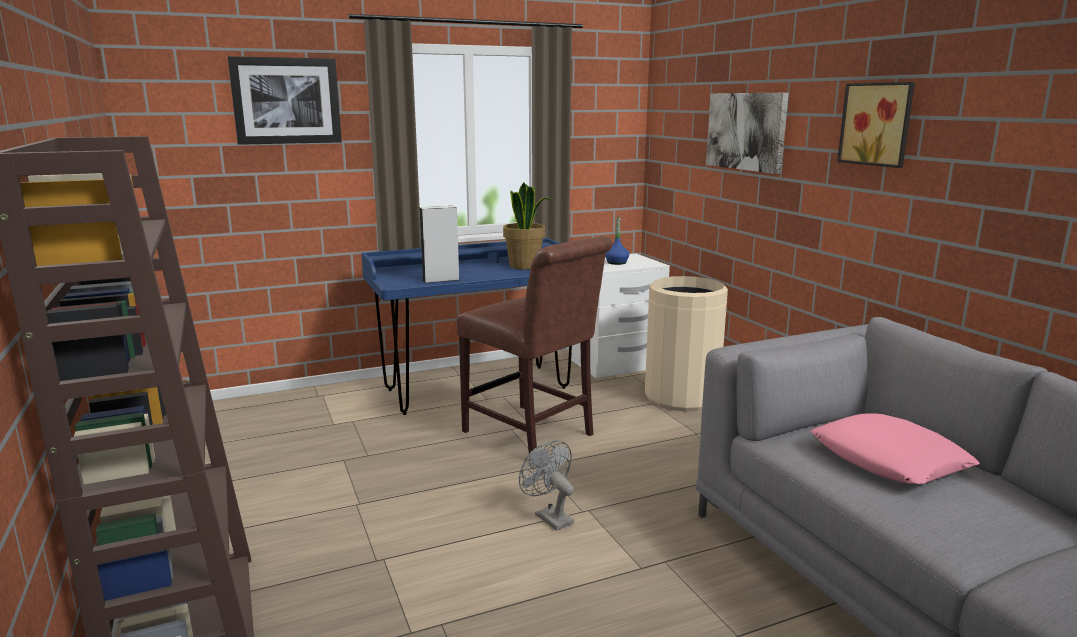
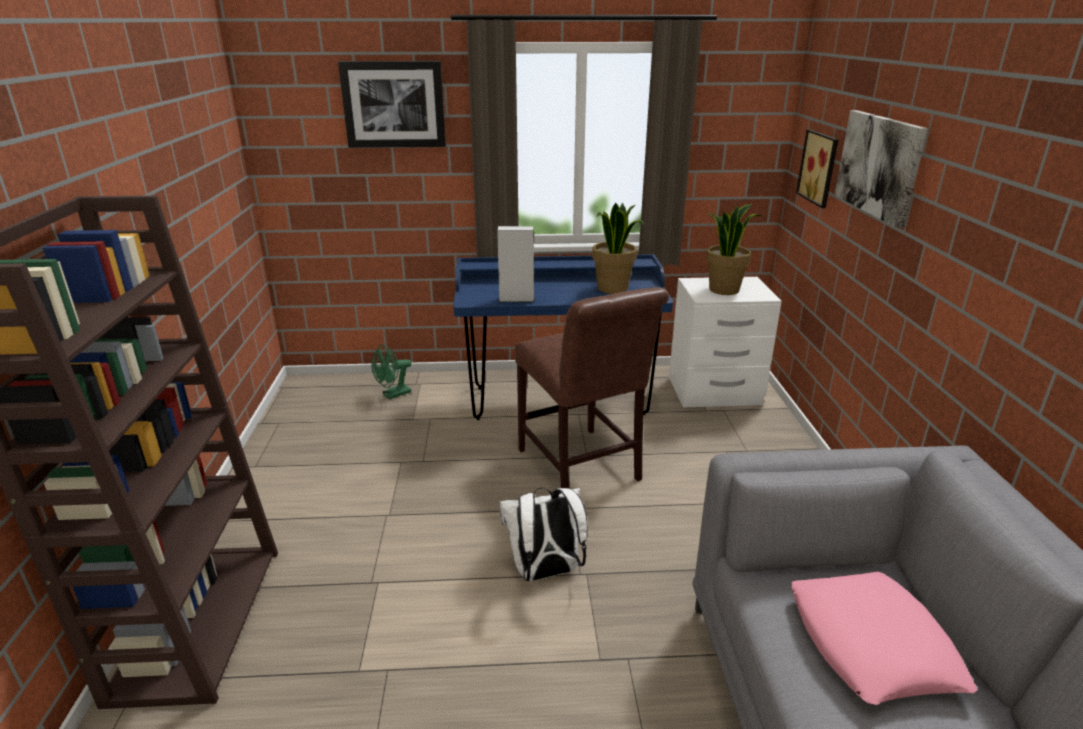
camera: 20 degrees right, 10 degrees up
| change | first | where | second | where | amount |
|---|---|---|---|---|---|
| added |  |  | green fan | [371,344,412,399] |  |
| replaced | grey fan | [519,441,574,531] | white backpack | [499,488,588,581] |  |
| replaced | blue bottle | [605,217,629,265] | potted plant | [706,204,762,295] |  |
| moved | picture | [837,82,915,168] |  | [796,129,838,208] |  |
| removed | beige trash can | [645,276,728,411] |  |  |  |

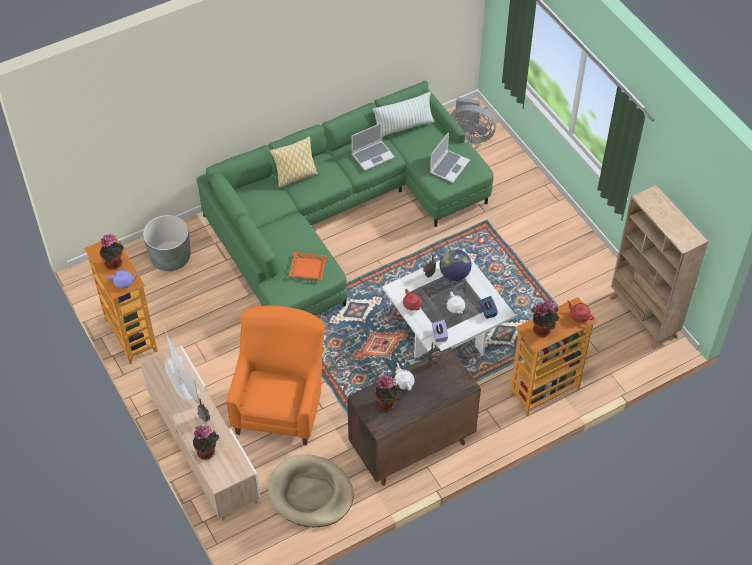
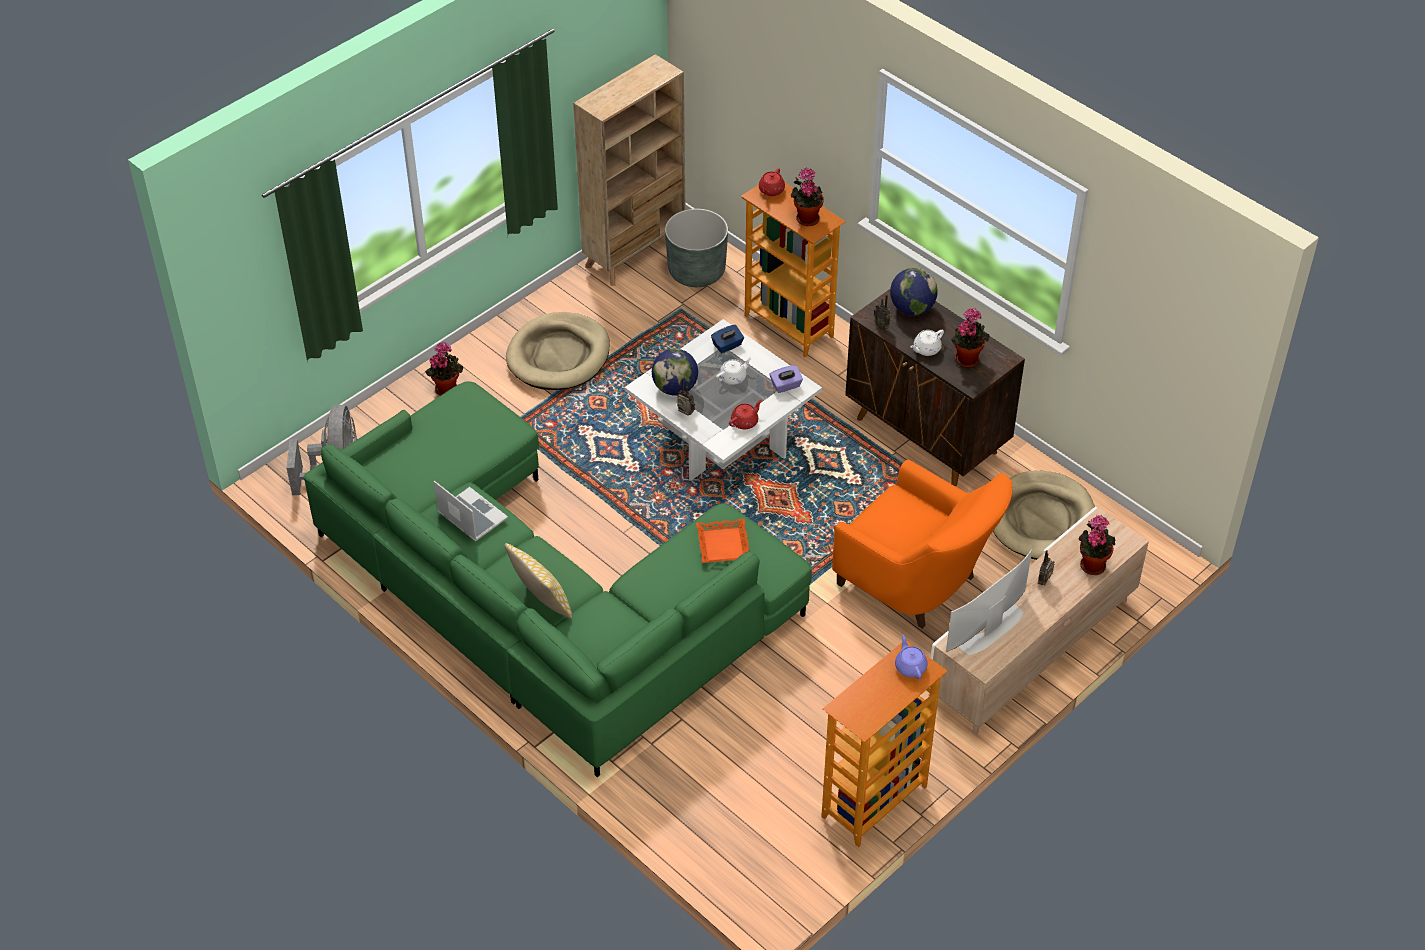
camera: 105 degrees left, 5 degrees down
| change | first | where | second | where | amount |
|---|---|---|---|---|---|
| moved | potted plant | [100,234,124,270] |  | [425,342,463,396] |  |
| added |  |  | beige dog bed | [506,312,610,390] |  |
| moved | grey planter | [143,215,191,271] |  | [665,209,728,287] |  |
| turned | orange armchair | [227,305,325,445] |  | [832,460,1013,629] | 135 degrees counterclockwise |
| added |  |  | globe | [890,268,938,315] |  |
| removed | pillow | [373,92,434,137] |  |  |  |
| removed | laptop | [430,132,470,183] |  |  |  |

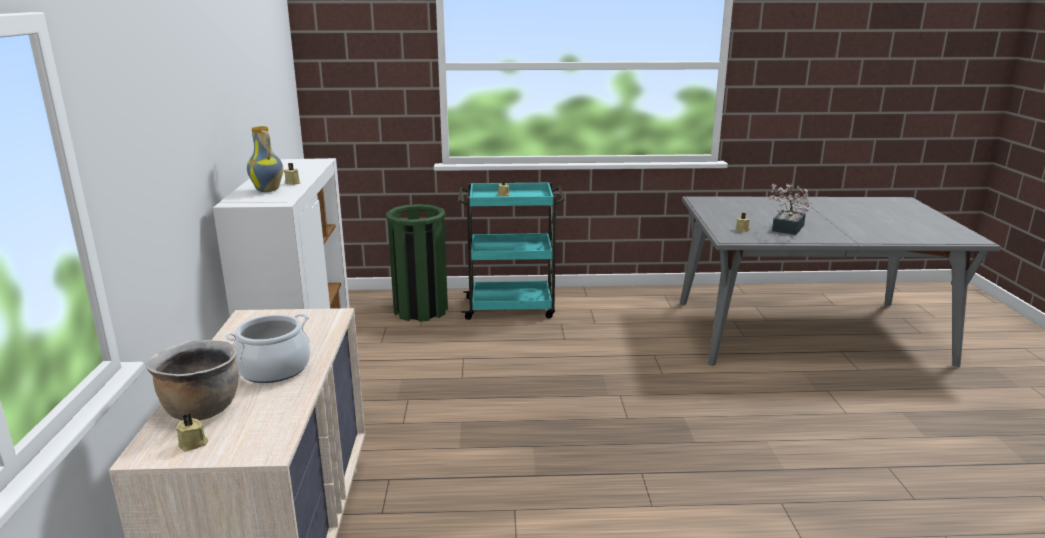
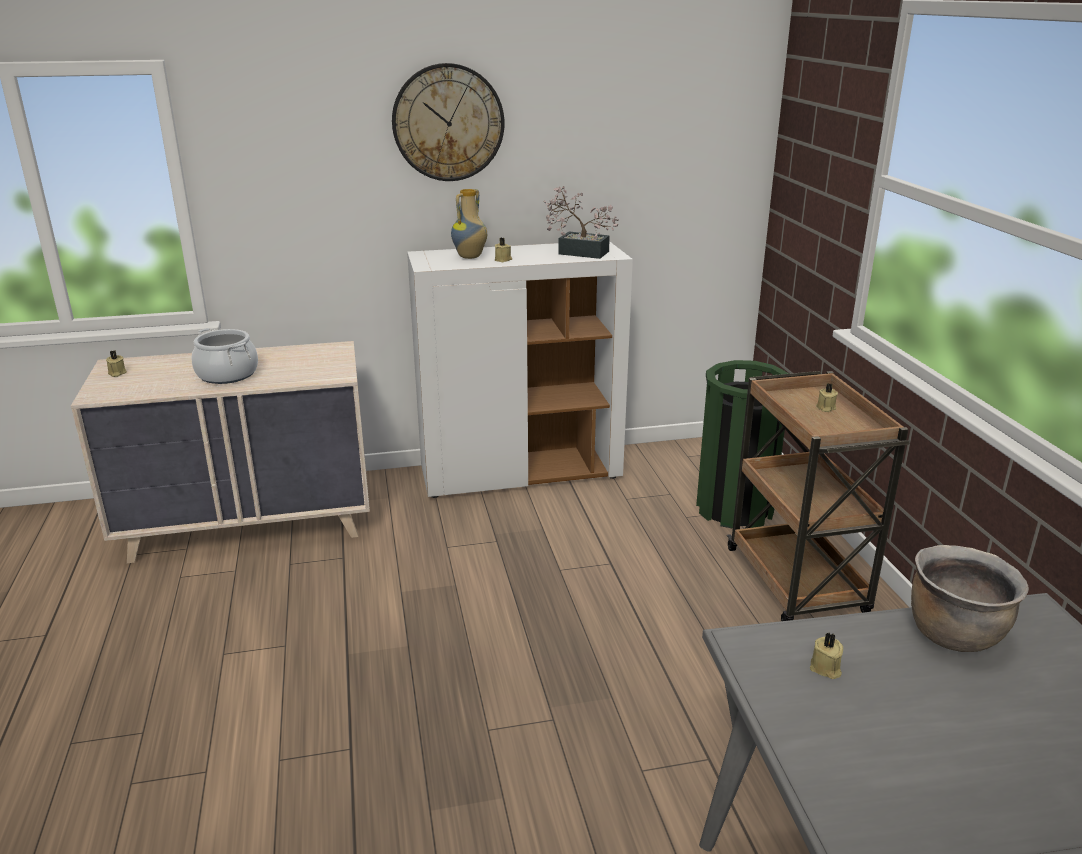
camera: 80 degrees right, 5 degrees up
| change | first | where | second | where | amount |
|---|---|---|---|---|---|
| added |  |  | wall clock | [392,63,504,181] |  |
| moved | potted plant | [768,183,813,235] |  | [544,186,618,259] |  |
| recoloured | turquoise cart | [458,182,565,320] | brown cart | [727,371,910,621] |  |
| moved | brown cooking pot | [146,340,239,421] |  | [911,545,1029,652] |  |

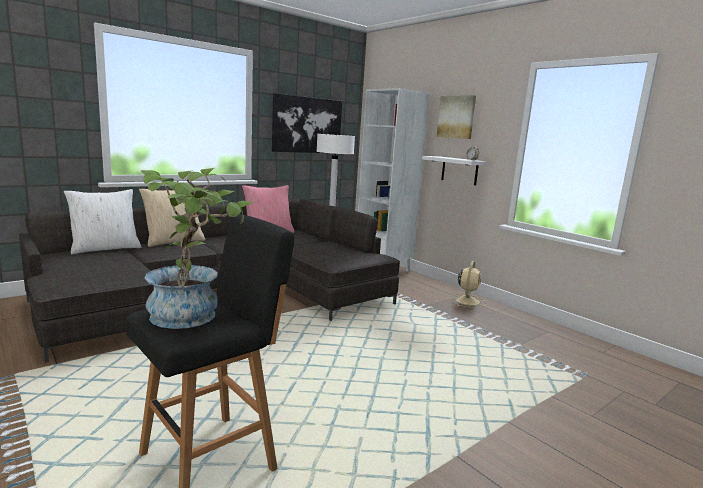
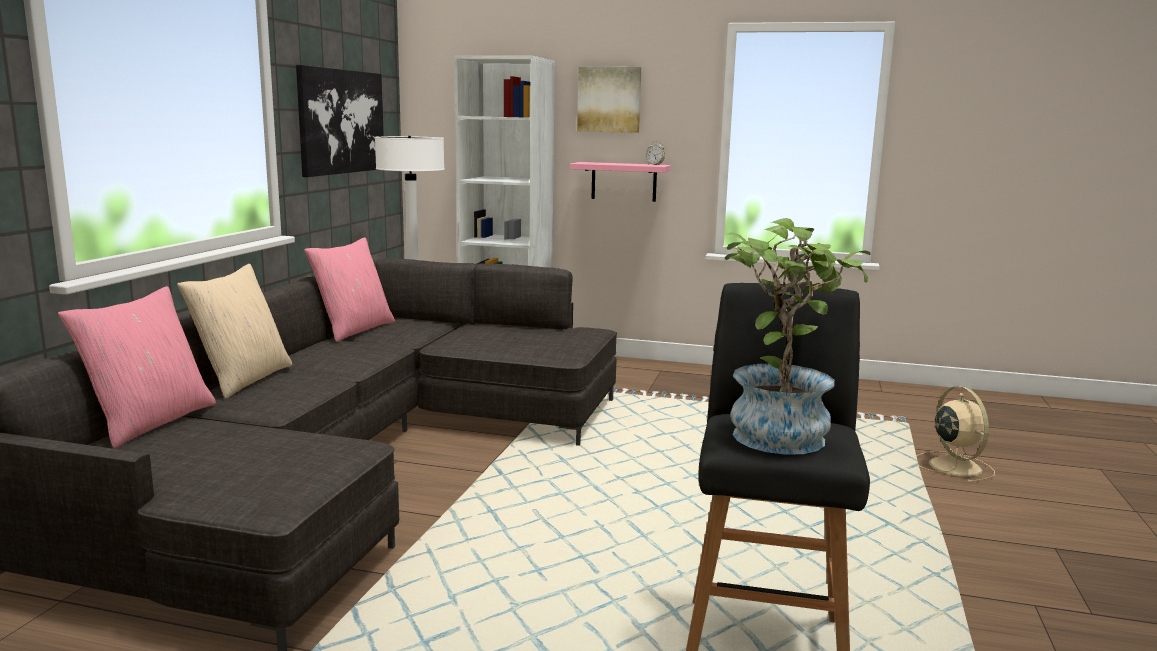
camera: 35 degrees left, 0 degrees up
| change | first | where | second | where | amount |
|---|---|---|---|---|---|
| recoloured | white pillow | [64,189,141,254] | pink pillow | [58,286,216,449] |  |
| recoloured | white shelf | [422,156,487,185] | pink shelf | [570,162,671,202] |  |
| moved | beige fan | [450,261,486,308] |  | [915,386,995,483] |  |

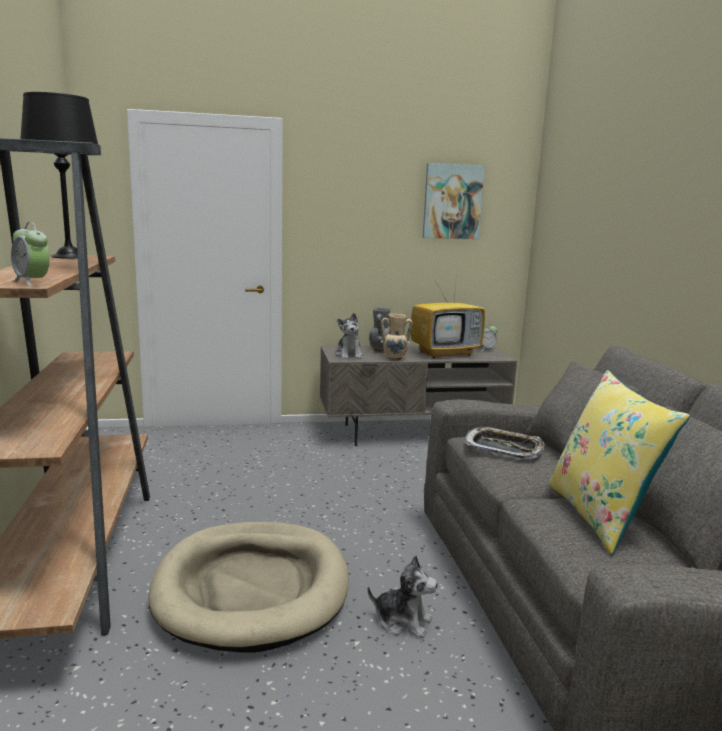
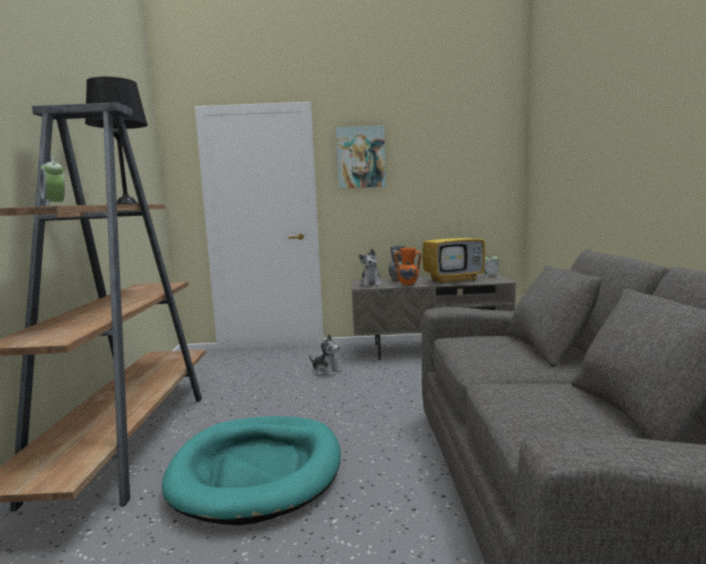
camera: 10 degrees right, 5 degrees down
| change | first | where | second | where | amount |
|---|---|---|---|---|---|
| recoloured | beige dog bed | [148,522,349,653] | turquoise dog bed | [162,416,341,525] |  |
| moved | plush toy | [368,555,437,638] |  | [309,334,342,376] |  |
| moved | picture | [423,163,485,239] |  | [336,125,386,189] |  |
| recoloured | beige vase | [381,313,413,360] | orange vase | [395,248,421,286] |  |
| removed | tray | [465,427,545,459] |  |  |  |
| removed | yellow pillow | [548,370,690,555] |  |  |  |

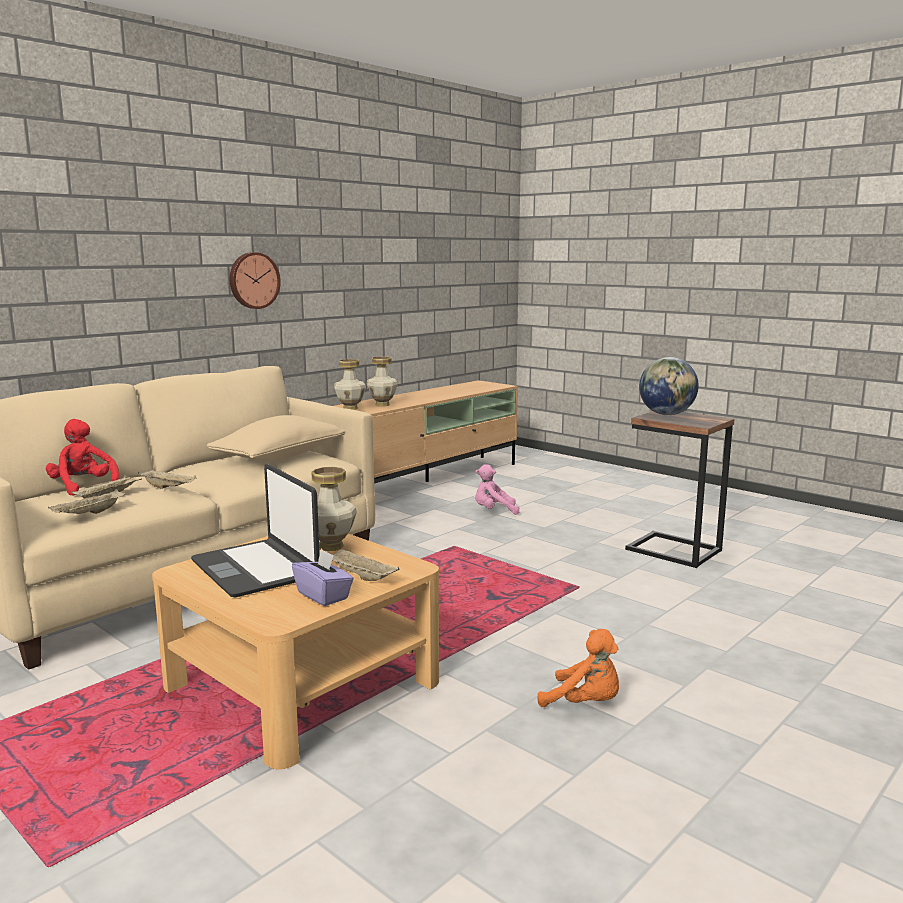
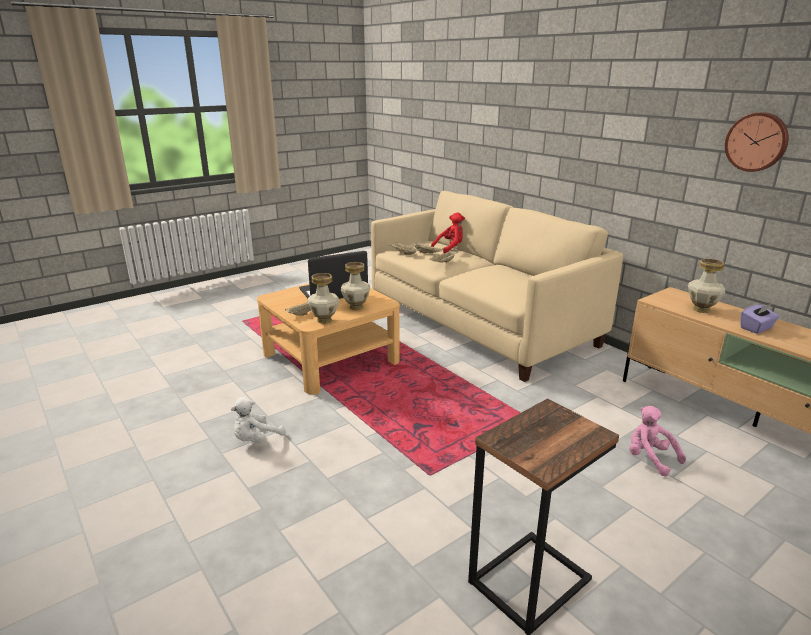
camera: 100 degrees right, 10 degrees up
| change | first | where | second | where | amount |
|---|---|---|---|---|---|
| recoloured | orange plush toy | [537,629,619,707] | white plush toy | [231,397,285,444] |  |
| moved | vase | [334,359,366,410] |  | [307,273,339,324] |  |
| turned | pink plush toy | [475,464,519,515] |  | [629,406,686,477] | 45 degrees counterclockwise |
| moved | wall clock | [230,252,281,309] |  | [725,112,789,172] |  |
| moved | purple tissue box | [292,549,354,606] |  | [740,304,780,334] |  |
| removed | beige pillow | [207,415,345,461] |  |  |  |
| removed | globe | [639,357,699,415] |  |  |  |

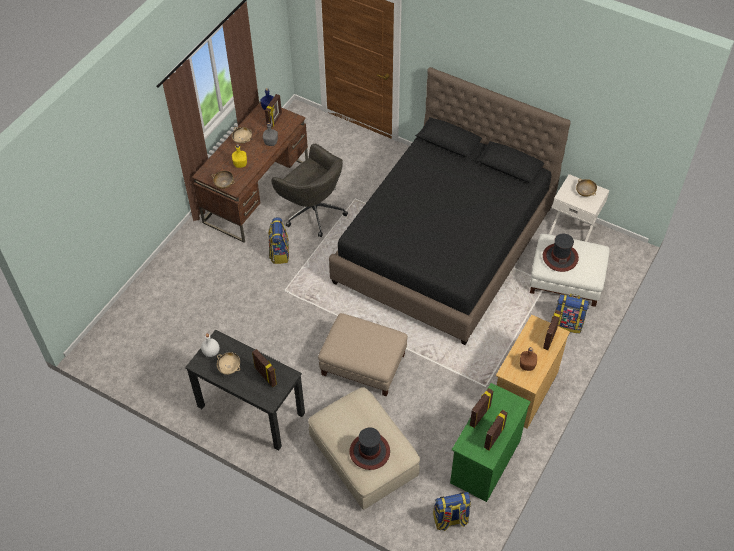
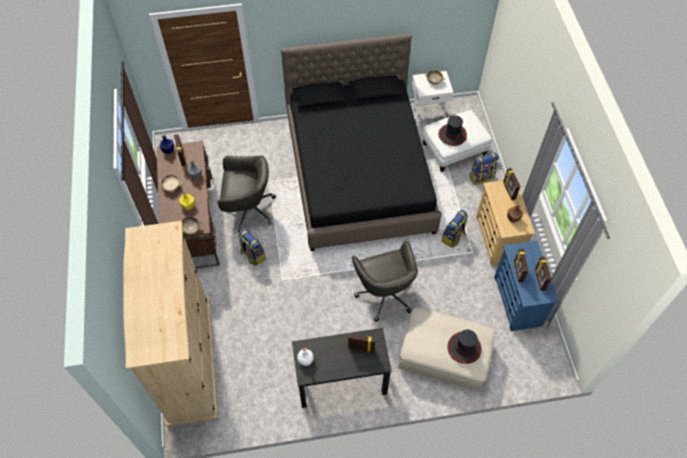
camera: 40 degrees left, 5 degrees up
| change | first | where | second | where | amount |
|---|---|---|---|---|---|
| added |  |  | beige wardrobe | [123,221,218,427] |  |
| replaced | beige ottoman | [318,313,408,397] | grey office chair | [352,241,418,322] |  |
| moved | backpack | [433,492,471,531] |  | [442,210,468,248] |  |
| recoloured | green dresser | [450,383,531,502] | blue dresser | [494,241,559,331] |  |
| removed | beige bowl | [217,352,240,375] |  |  |  |

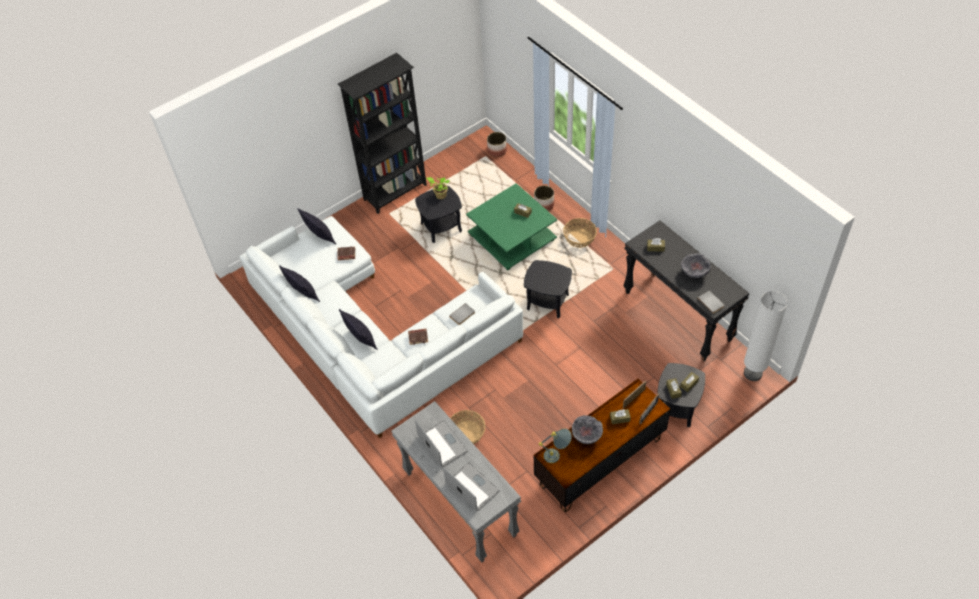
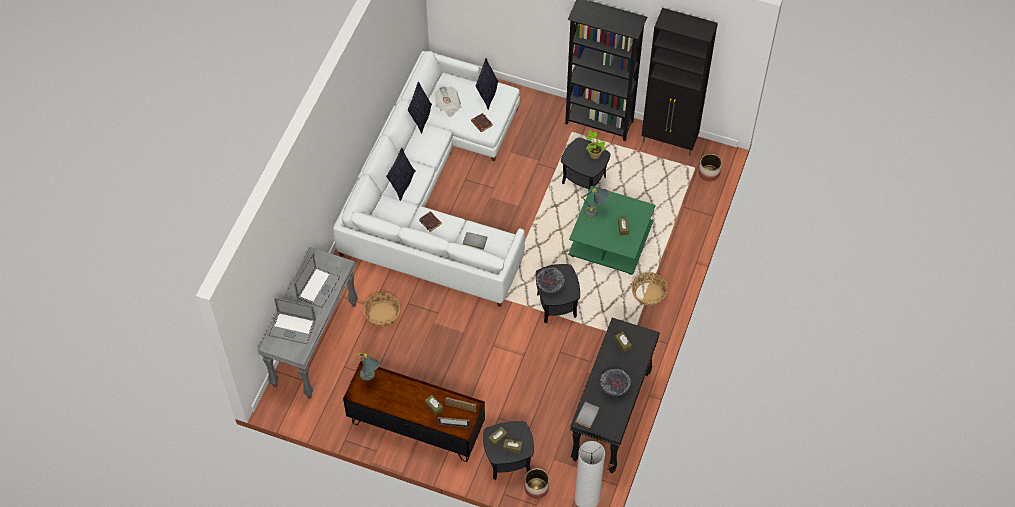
camera: 55 degrees right, 5 degrees up
| change | first | where | second | where | amount |
|---|---|---|---|---|---|
| turned | laptop | [443,462,500,511] |  | [269,298,316,344] | 90 degrees clockwise |
| added |  |  | newspaper | [435,86,461,117] |  |
| moved | planter | [534,185,554,211] |  | [525,468,549,499] |  |
| moved | bowl | [572,415,603,444] |  | [536,267,564,293] |  |
| added |  |  | grey table lamp | [581,188,609,217] |  |
| added |  |  | black cabinet | [641,8,718,156] |  |

